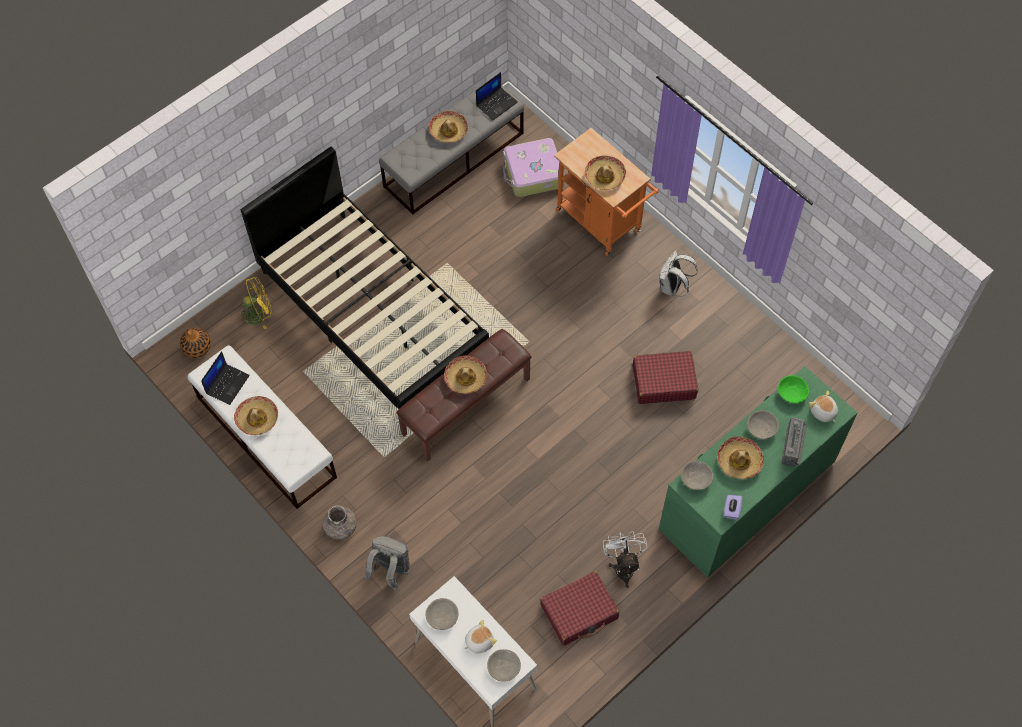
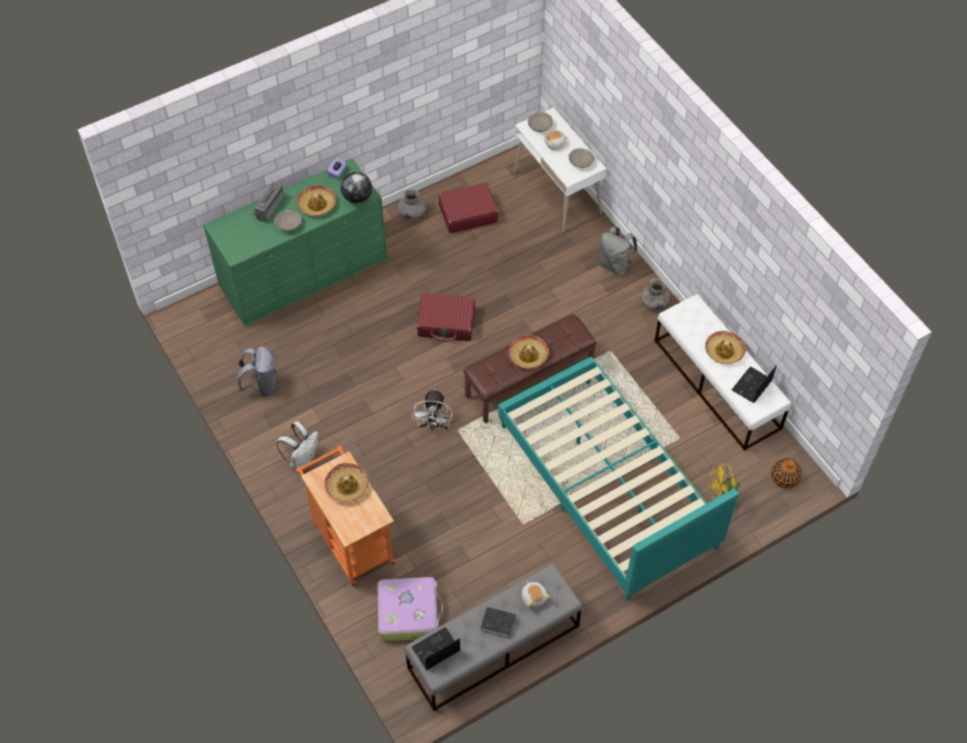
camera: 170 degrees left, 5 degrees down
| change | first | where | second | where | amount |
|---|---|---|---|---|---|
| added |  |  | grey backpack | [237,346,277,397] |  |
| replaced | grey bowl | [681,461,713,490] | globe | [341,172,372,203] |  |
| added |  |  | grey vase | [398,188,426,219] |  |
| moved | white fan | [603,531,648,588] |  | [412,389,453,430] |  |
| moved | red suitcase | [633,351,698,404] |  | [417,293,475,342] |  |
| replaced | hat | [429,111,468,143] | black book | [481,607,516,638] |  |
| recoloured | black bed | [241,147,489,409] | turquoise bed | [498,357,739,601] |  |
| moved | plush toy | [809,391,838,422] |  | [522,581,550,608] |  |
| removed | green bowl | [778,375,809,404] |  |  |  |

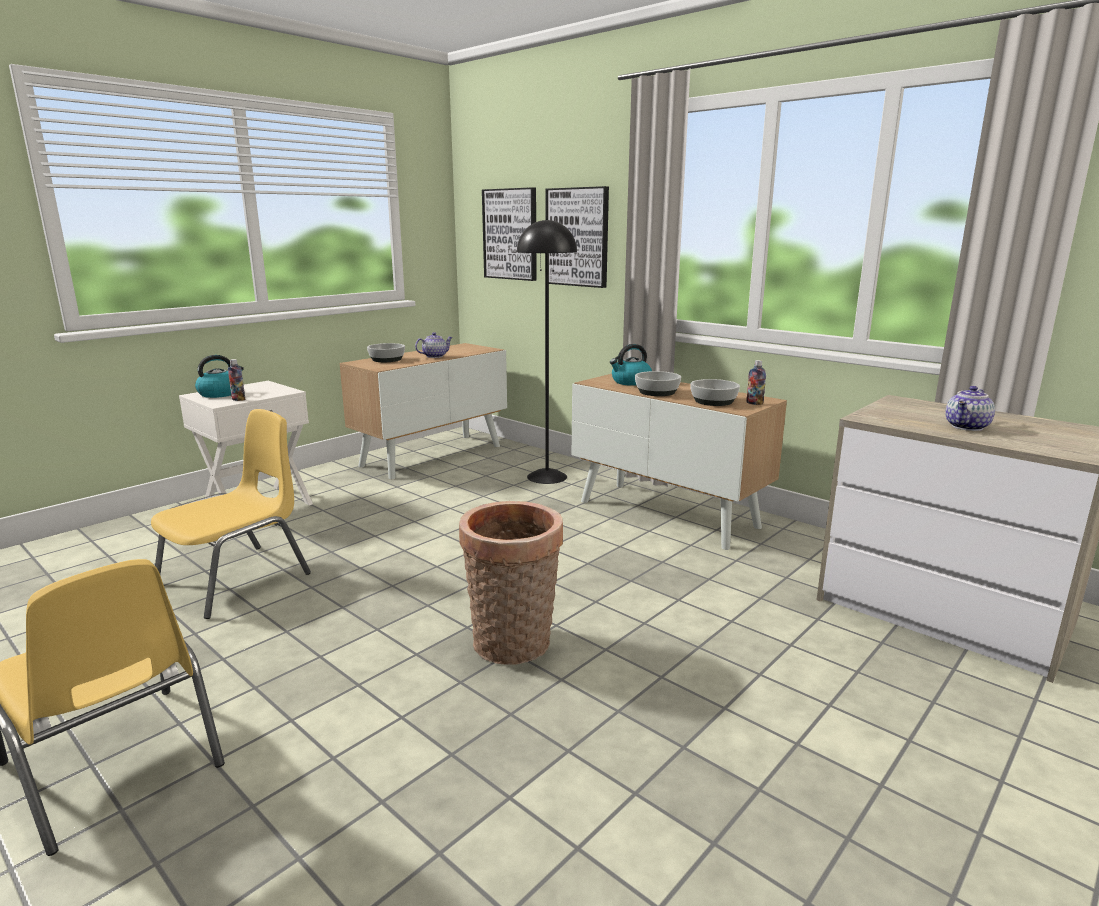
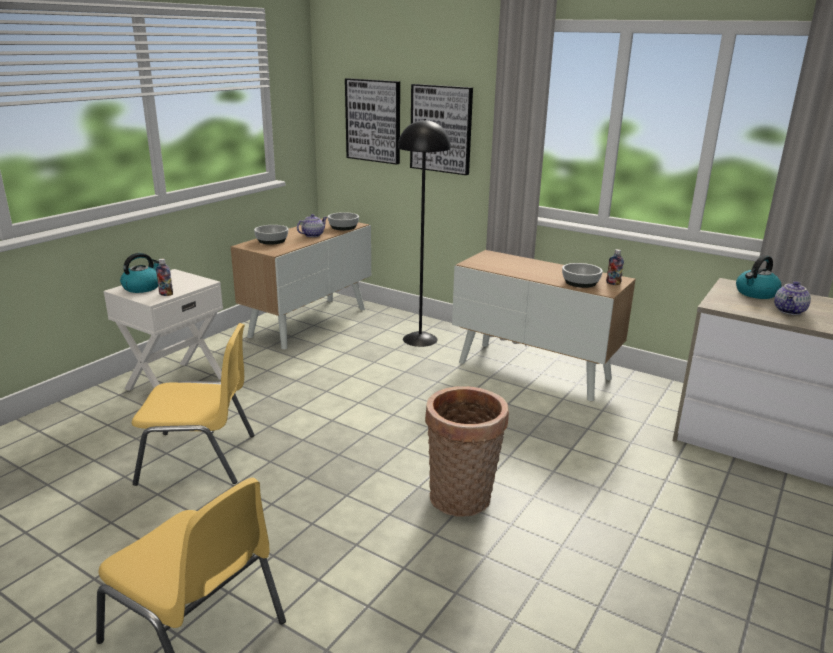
camera: 10 degrees left, 5 degrees up
| change | first | where | second | where | amount |
|---|---|---|---|---|---|
| turned | yellow chair | [151,409,311,619] |  | [132,323,254,486] | 60 degrees clockwise |
| moved | bowl | [635,371,681,396] |  | [328,212,359,230] |  |
| moved | kettle | [610,344,652,386] |  | [736,255,782,299] |  |

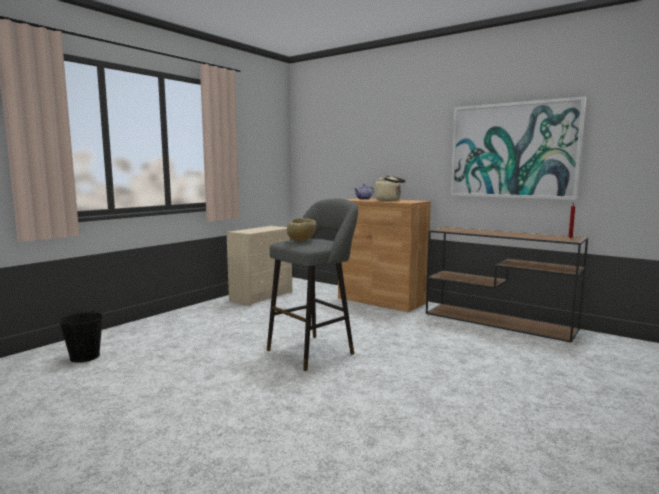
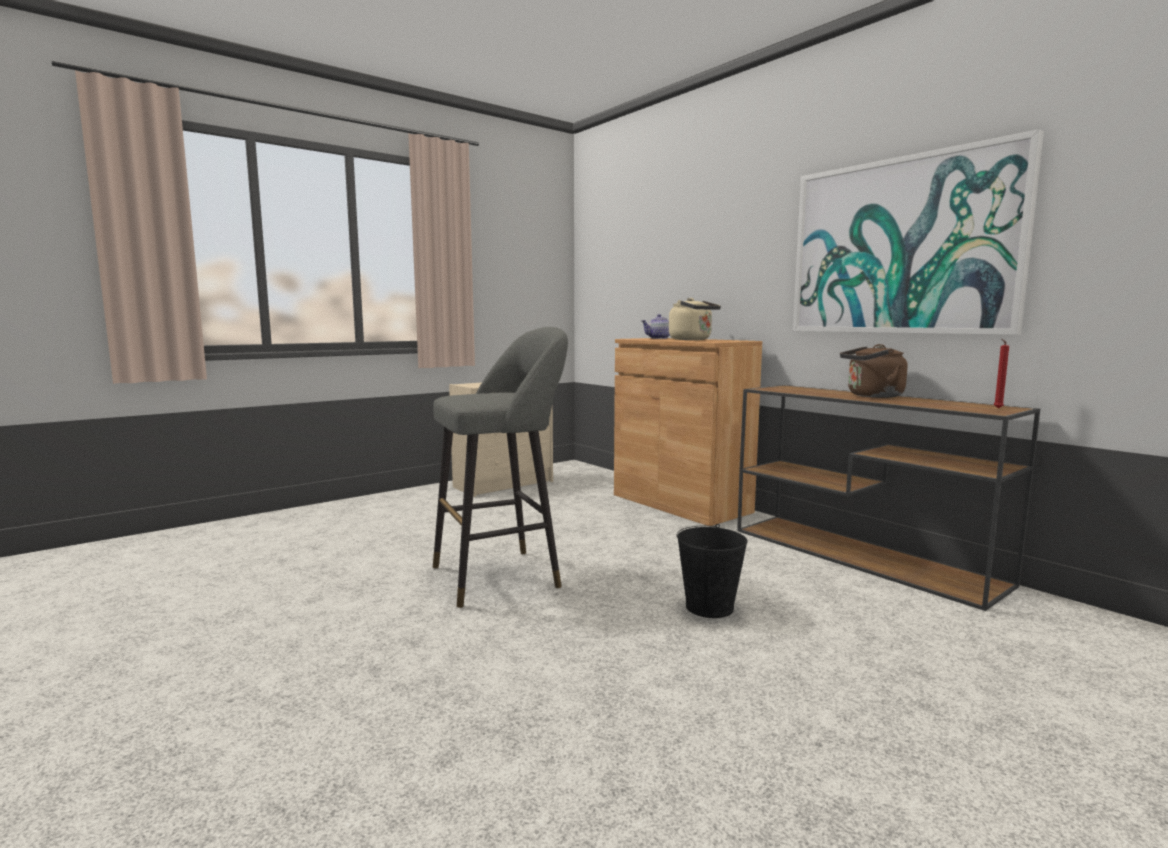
camera: 15 degrees right, 0 degrees up
| change | first | where | second | where | amount |
|---|---|---|---|---|---|
| moved | black bucket | [59,310,103,363] |  | [677,524,748,618] |  |
| added |  |  | brown kettle | [840,344,908,398] |  |
| removed | beige bowl | [287,218,316,241] |  |  |  |

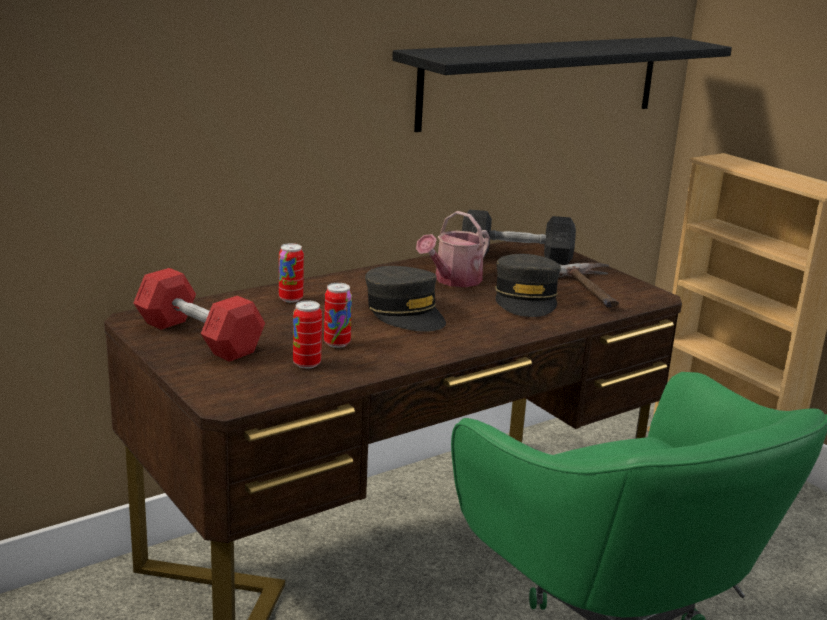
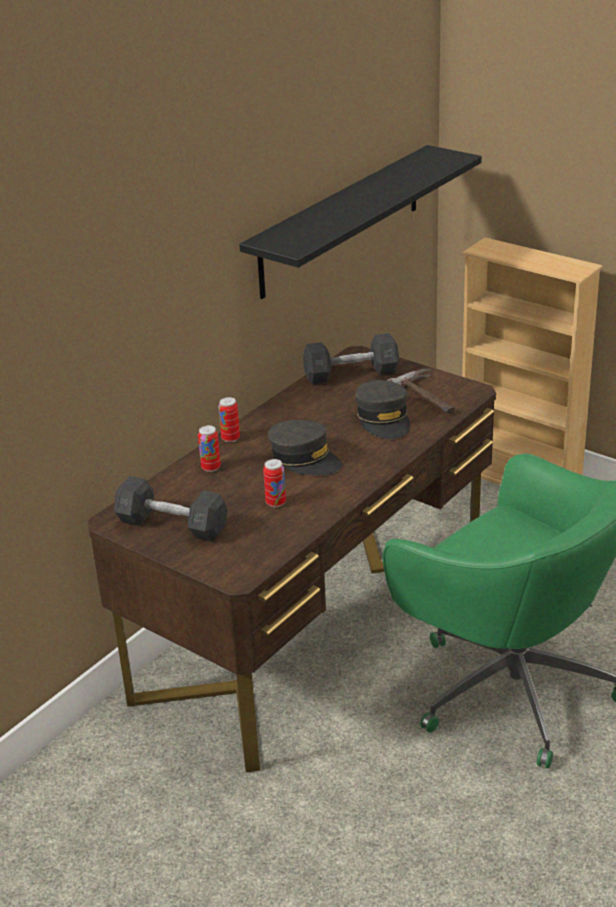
camera: 15 degrees left, 10 degrees up
| change | first | where | second | where | amount |
|---|---|---|---|---|---|
| recoloured | red dumbbell | [133,268,265,362] | grey dumbbell | [114,476,228,542] |  |
| moved | can | [293,300,322,369] |  | [218,397,240,442] |  |
| removed | watering can | [416,211,490,287] |  |  |  |

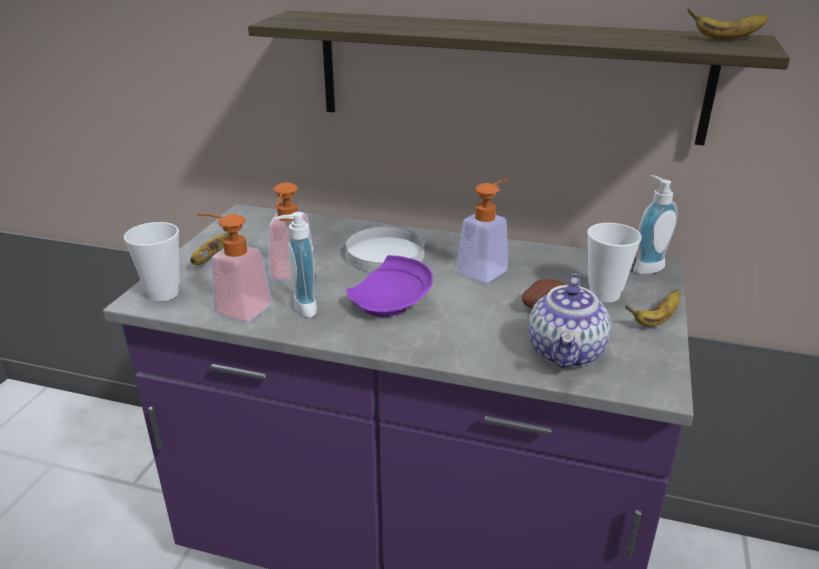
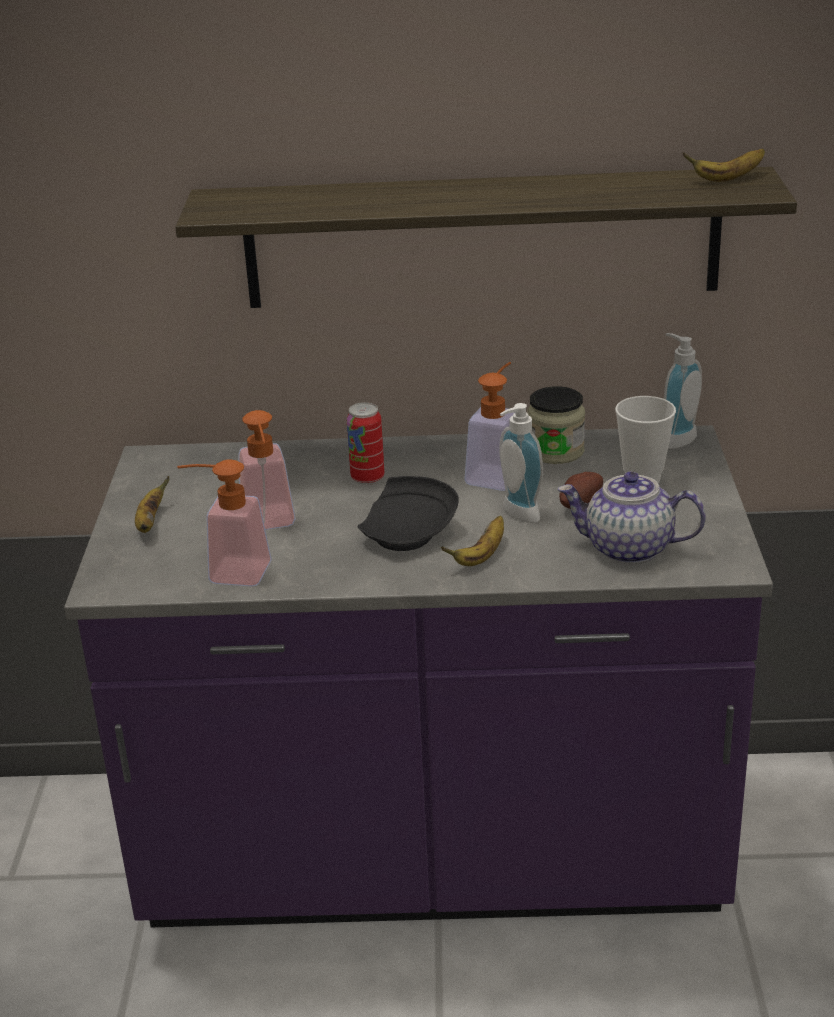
camera: 15 degrees left, 0 degrees up
| change | first | where | second | where | amount |
|---|---|---|---|---|---|
| replaced | white plate | [345,227,425,273] | can | [347,402,385,485] |  |
| recoloured | purple plate | [346,255,433,317] | black plate | [358,476,459,551] |  |
| moved | banana | [625,290,680,326] |  | [441,516,504,566] |  |
| moved | soap dispenser | [275,212,317,318] |  | [499,403,543,523] |  |
| added |  |  | jar | [527,386,585,464] |  |
| turned | teapot | [528,274,611,368] |  | [557,471,706,564] | 105 degrees clockwise |
| removed | cup | [124,222,180,302] |  |  |  |

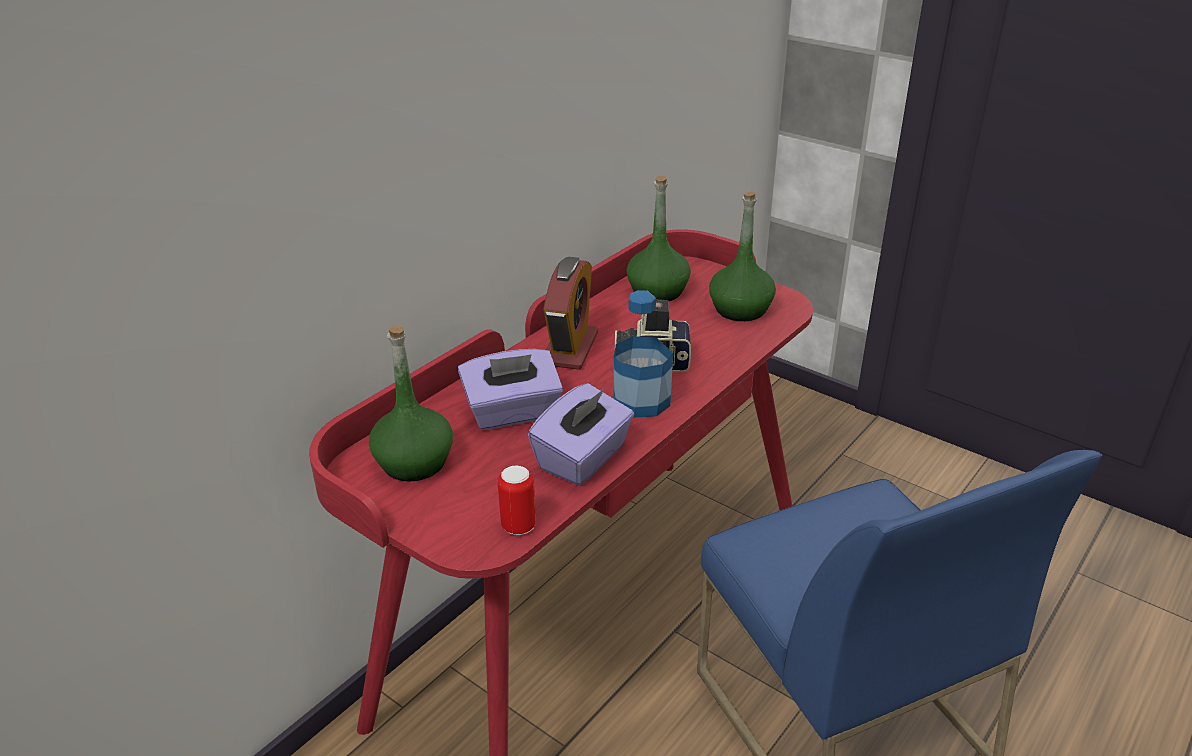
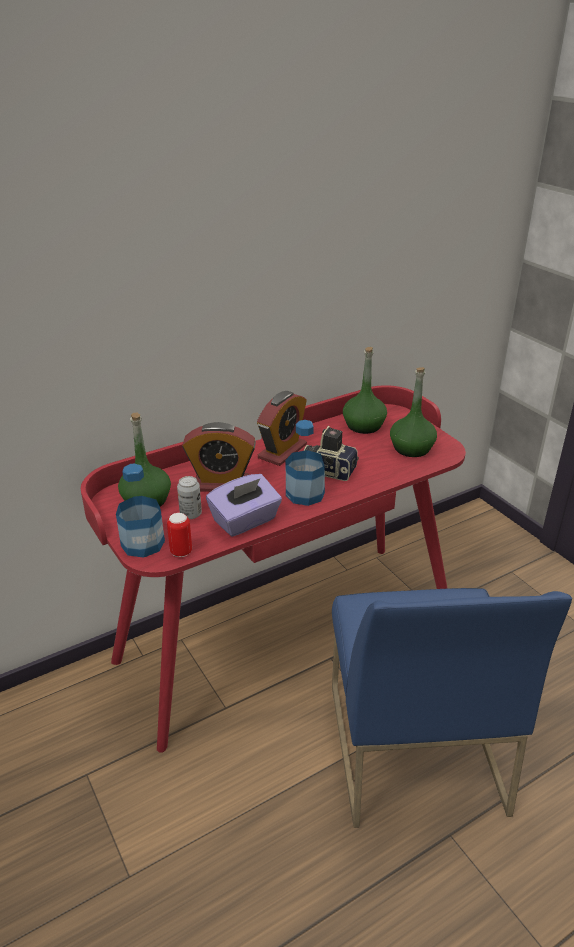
camera: 20 degrees right, 0 degrees up
| change | first | where | second | where | amount |
|---|---|---|---|---|---|
| added |  |  | bottle | [116,464,165,558] |  |
| added |  |  | can | [177,476,202,519] |  |
| replaced | purple tissue box | [458,349,563,430] | alarm clock | [182,422,256,492] |  |

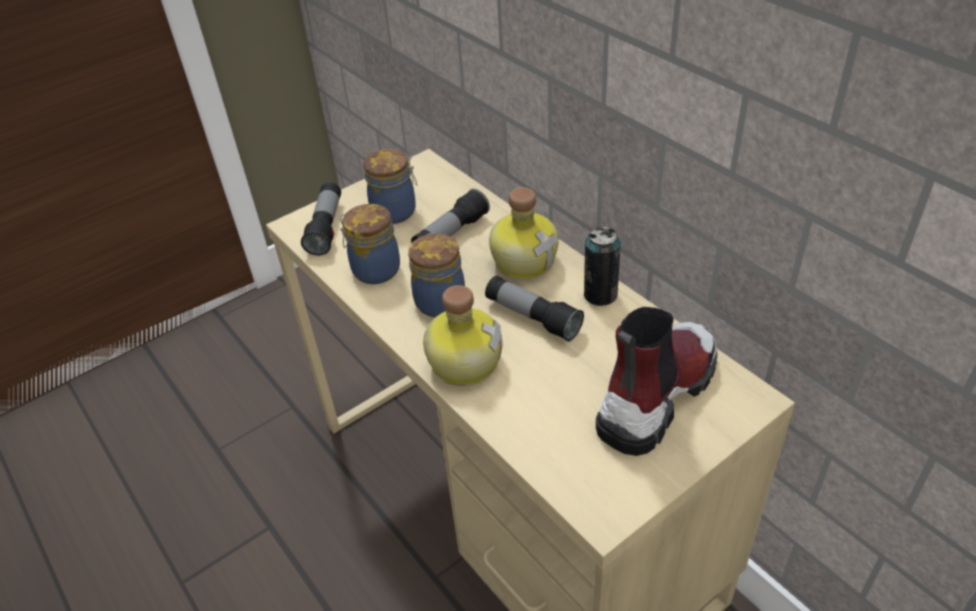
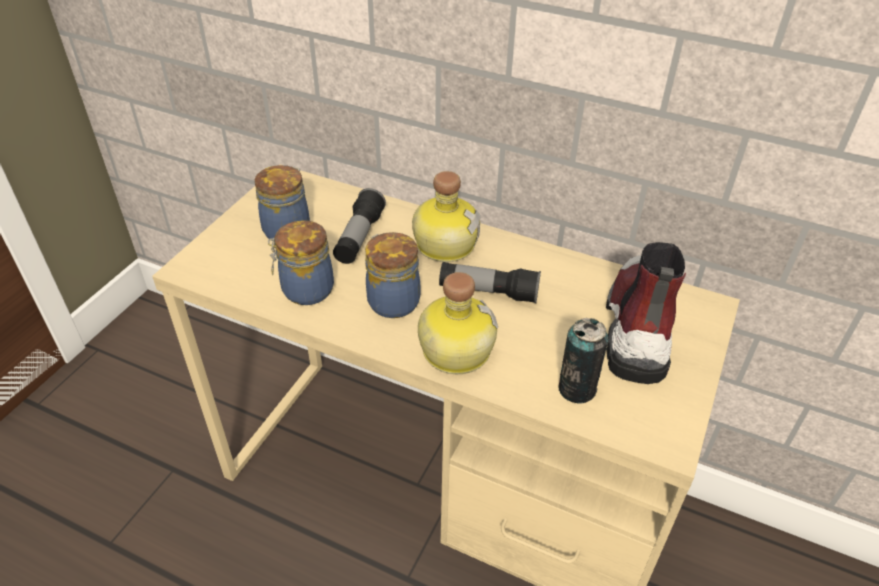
camera: 30 degrees left, 0 degrees up
| change | first | where | second | where | amount |
|---|---|---|---|---|---|
| moved | can | [584,227,621,306] |  | [559,318,609,403] |  |
| removed | flashlight | [301,182,341,256] |  |  |  |

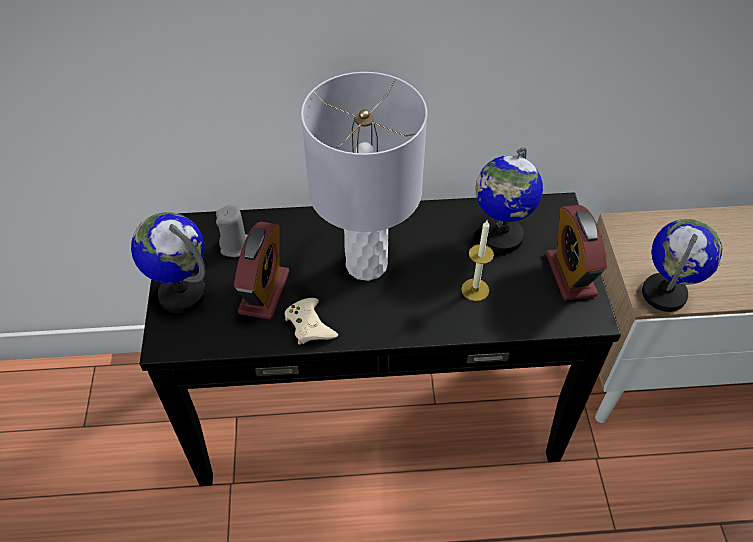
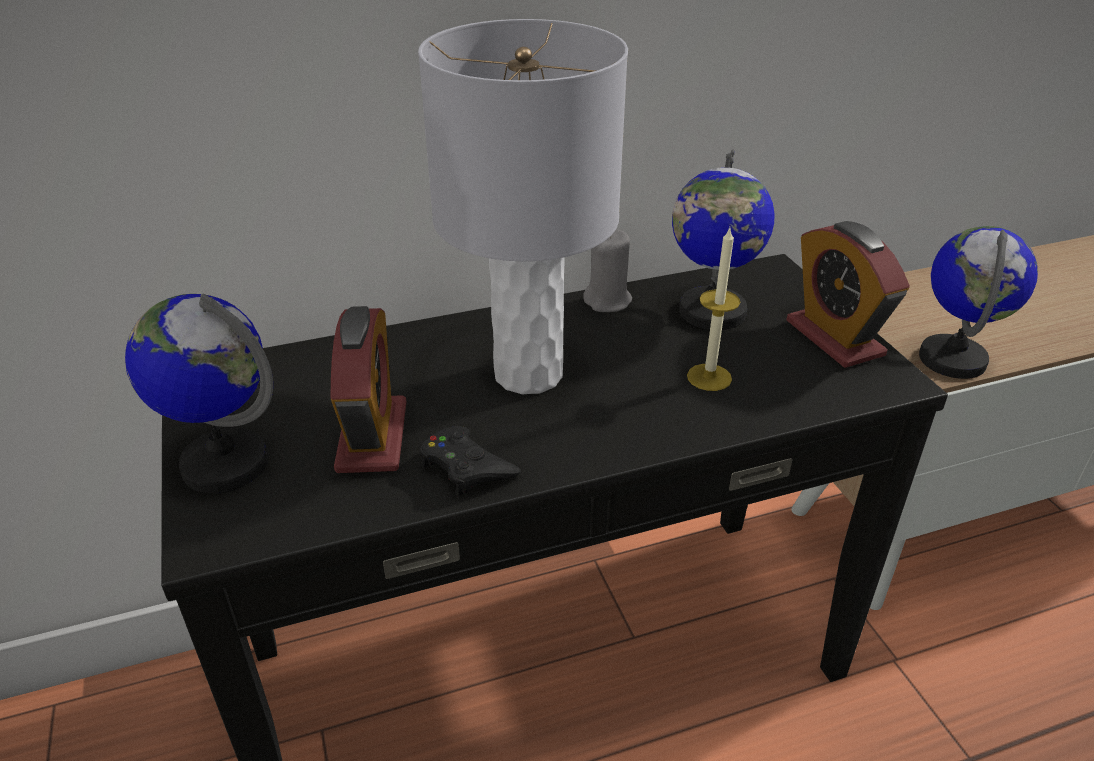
camera: 15 degrees left, 15 degrees down
| change | first | where | second | where | amount |
|---|---|---|---|---|---|
| recoloured | beige game controller | [285,298,338,345] | black game controller | [420,426,521,497] |  |
| moved | grey candle | [216,205,248,257] |  | [583,229,632,312] |  |

